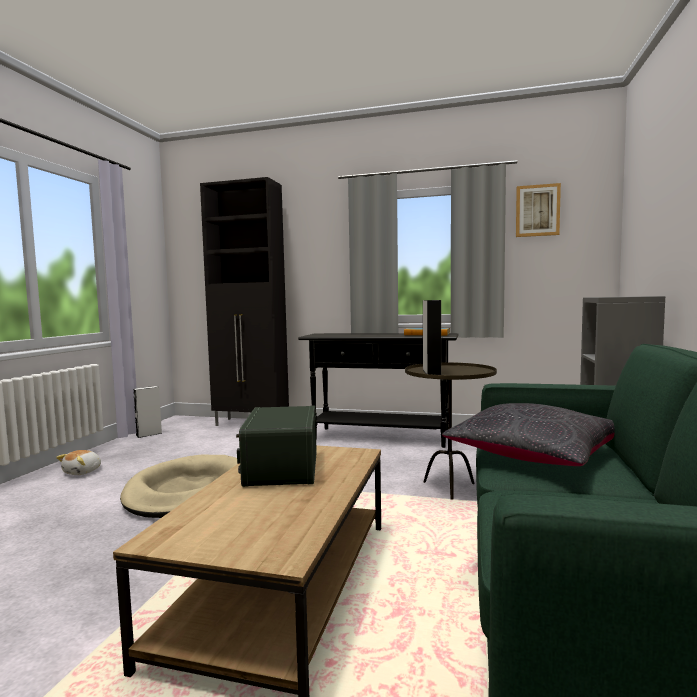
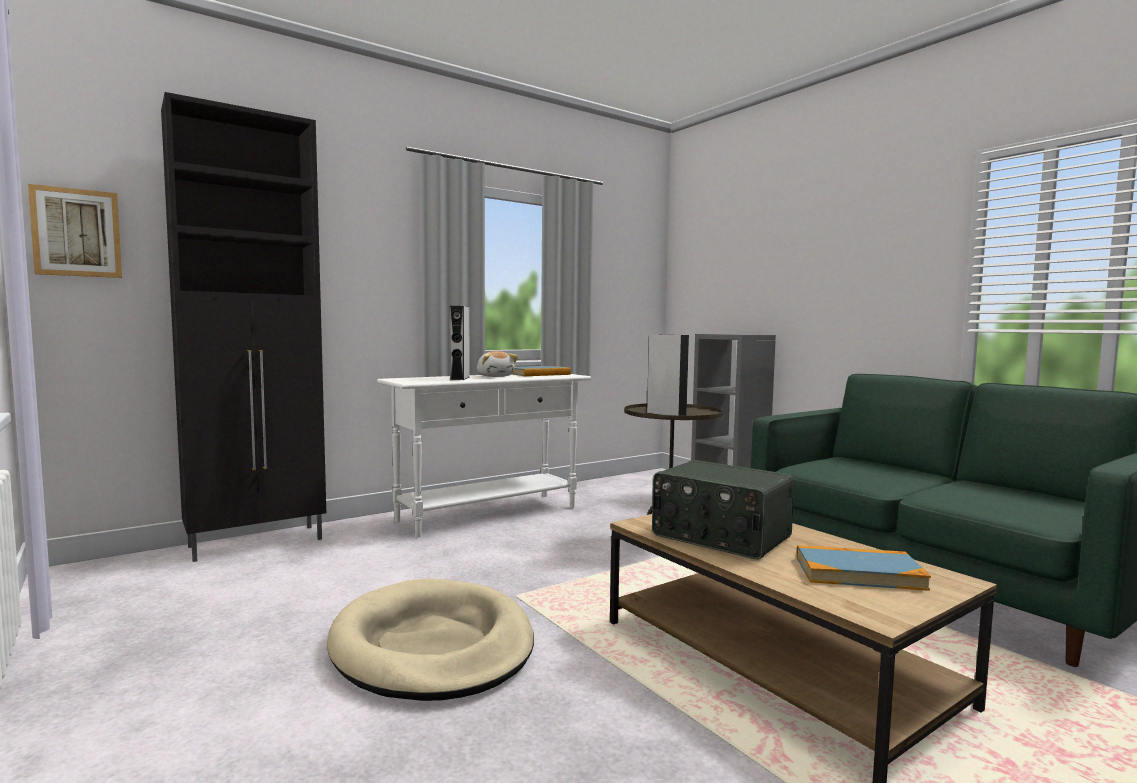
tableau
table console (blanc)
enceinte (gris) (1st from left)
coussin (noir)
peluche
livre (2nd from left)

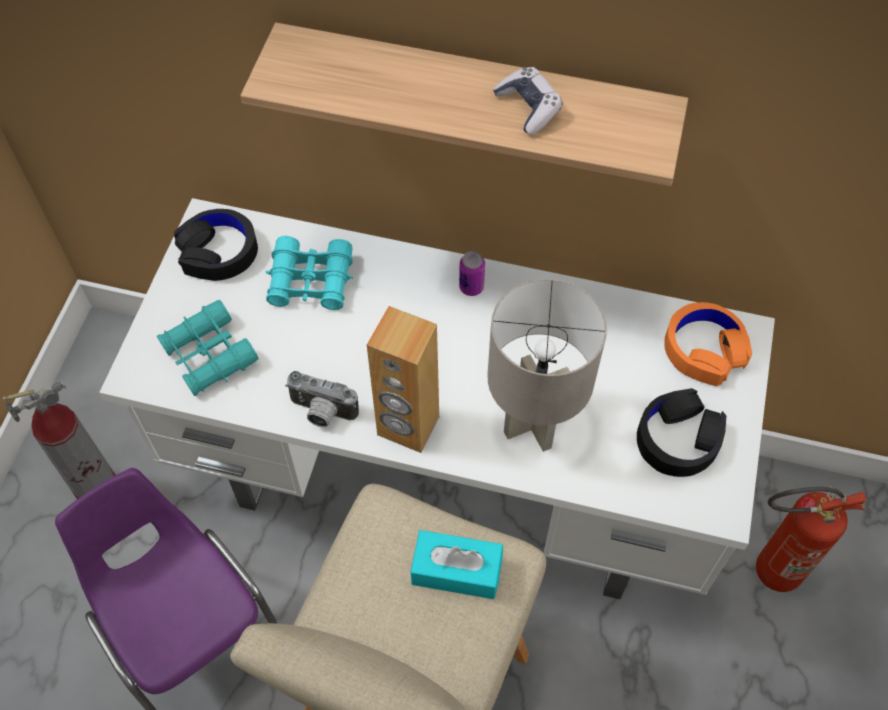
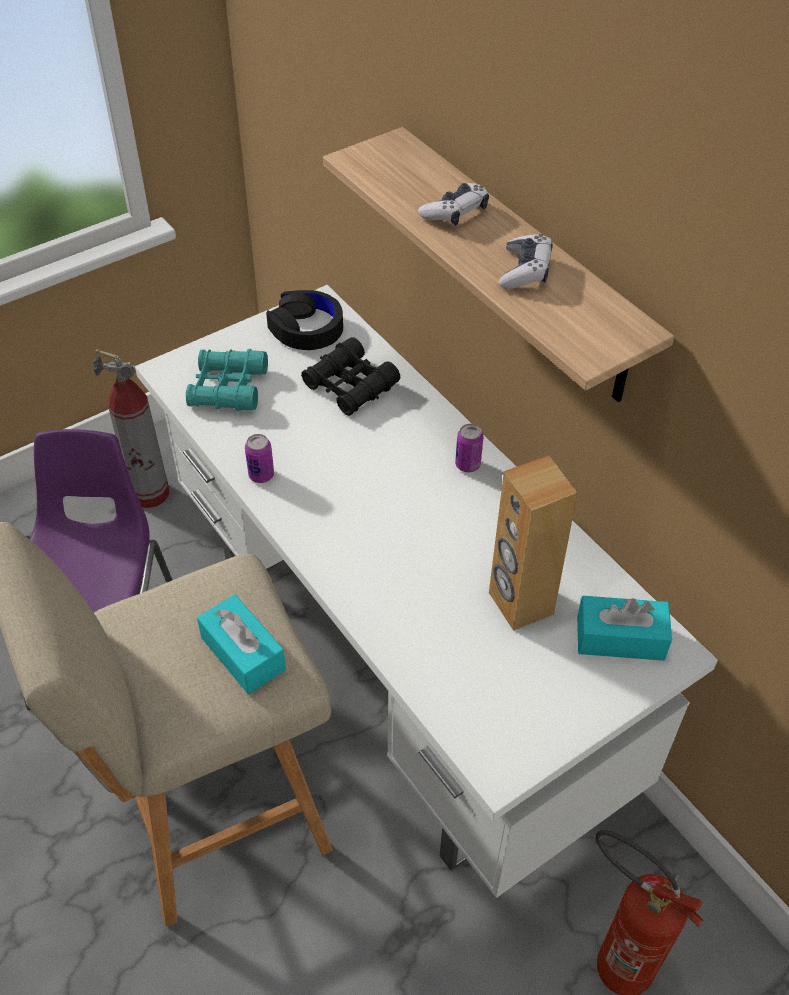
jumelles (noir)
lampe de table (gris)
boîte à mouchoirs (turquoise) (2nd from left)
enceinte (marron)
boîte métallique (1st from left)
casque audio (noir) (2nd from left in the first image)
manette (1st from left)

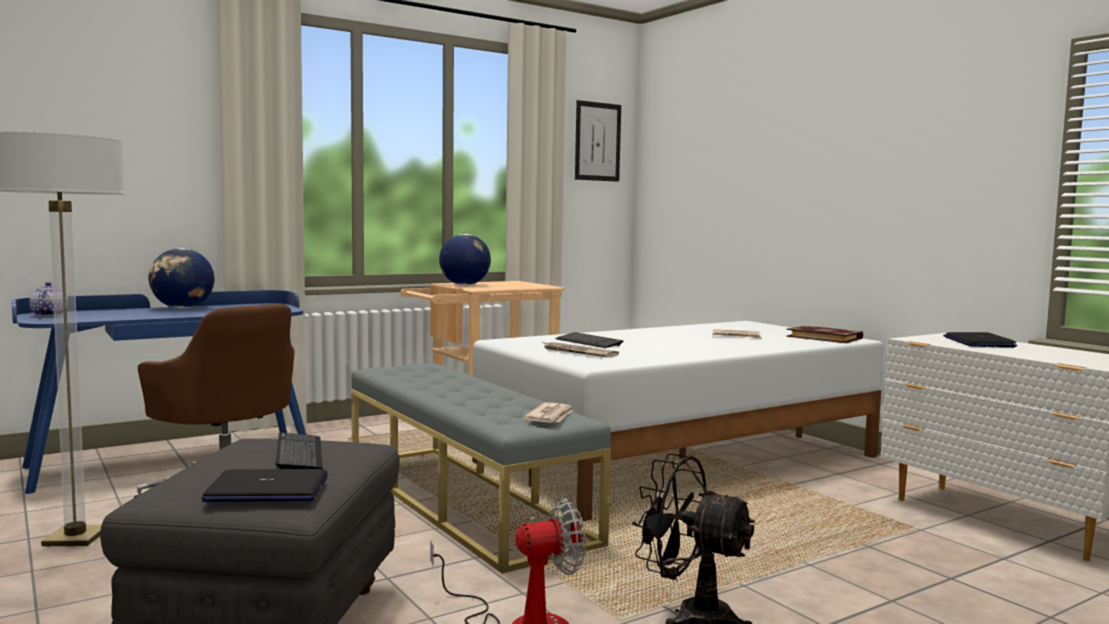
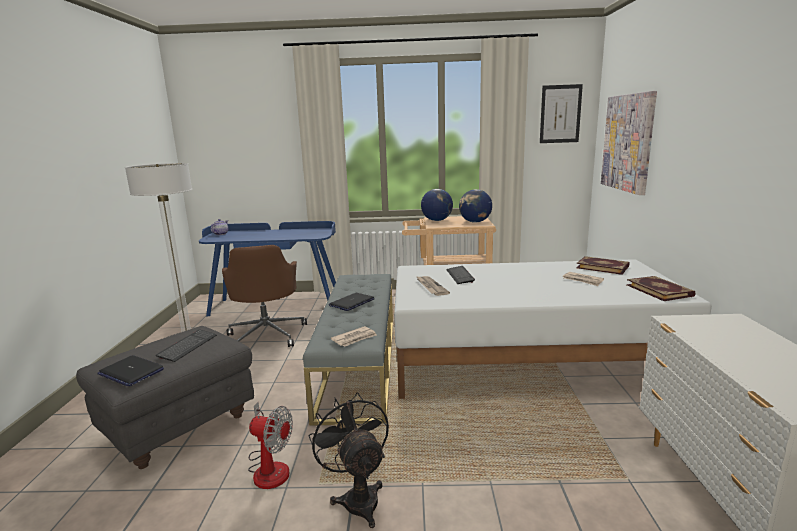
globe (2nd from left)
ordinateur portable (2nd from left)
tableau (2nd from left)
livre (1st from left)

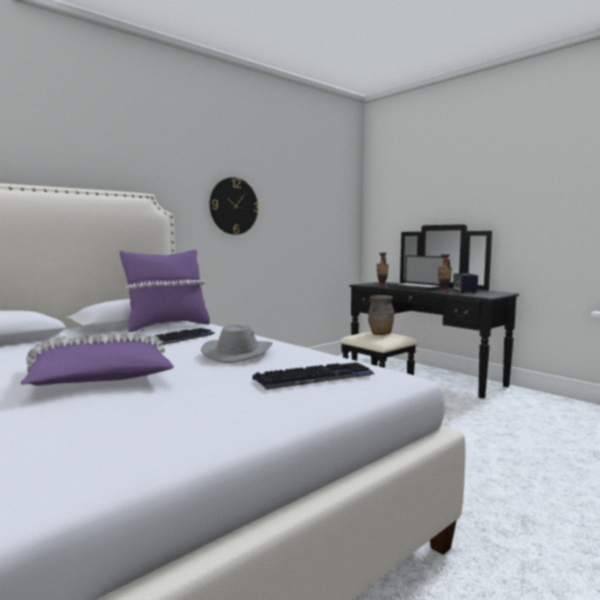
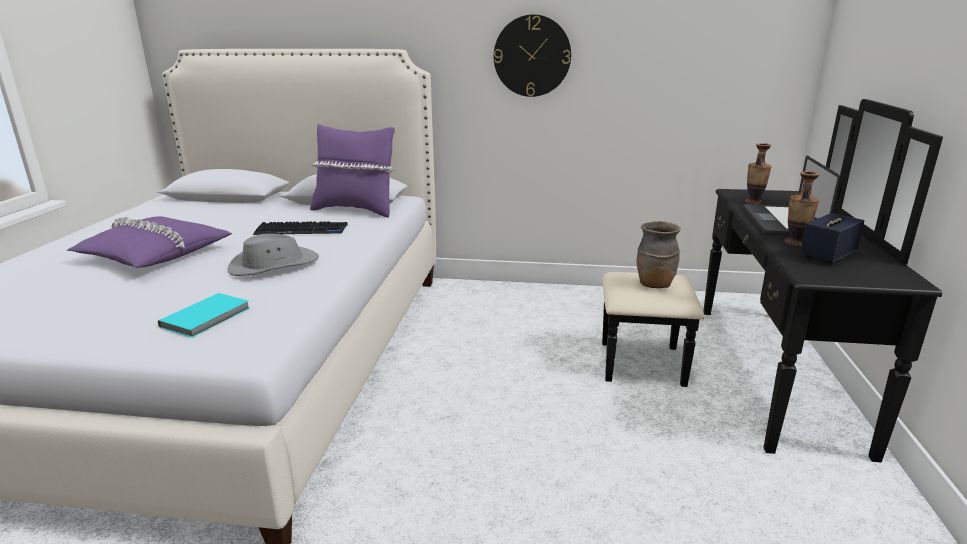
livre (turquoise)

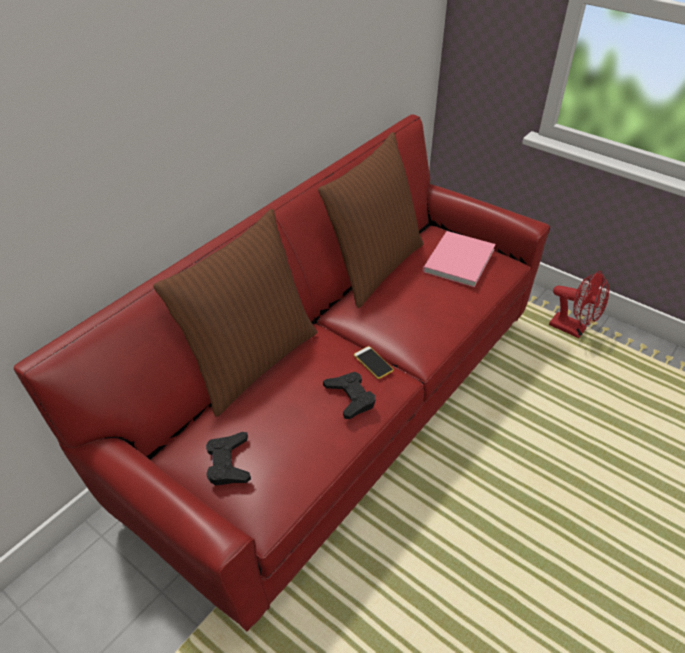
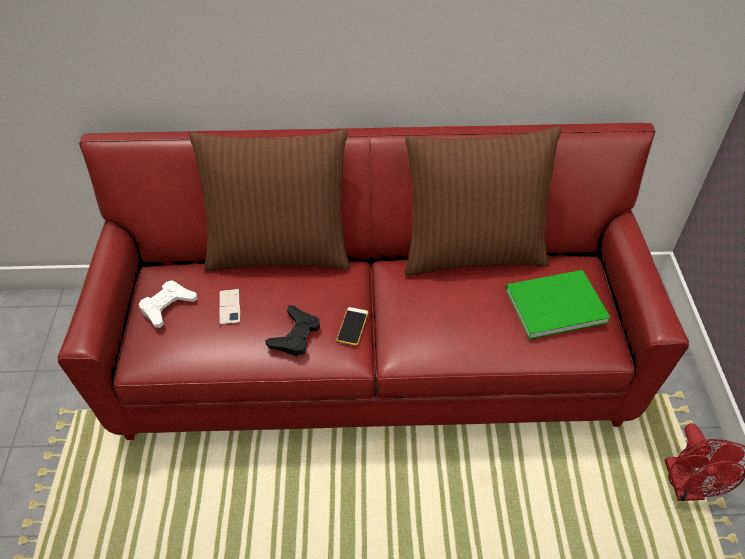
livre (vert)
manette (blanc)
téléphone (1st from left)

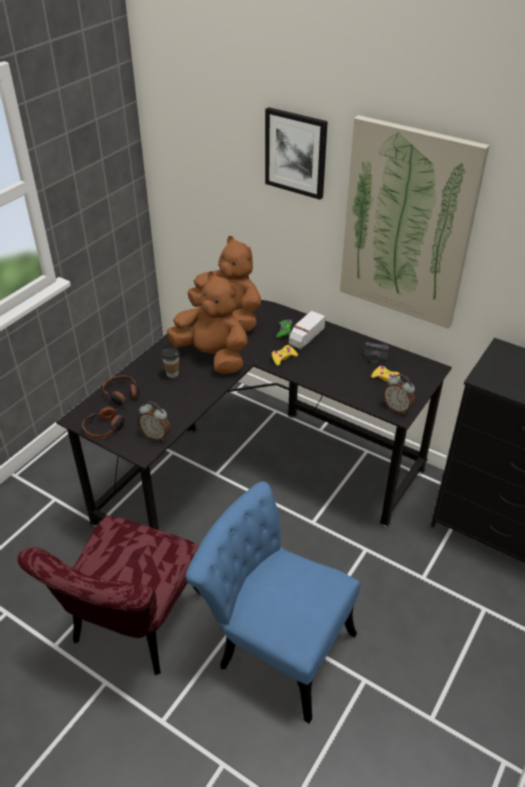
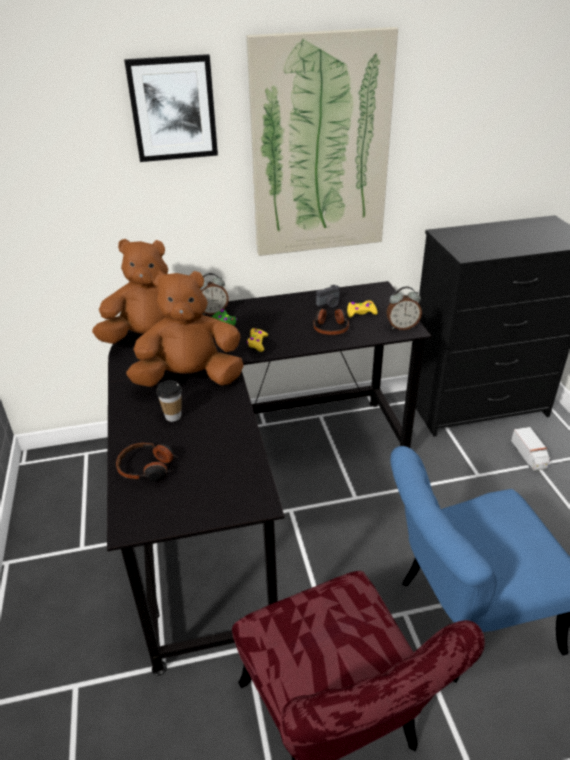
camion jouet
réveil (1st from left)
casque audio (2nd from left)

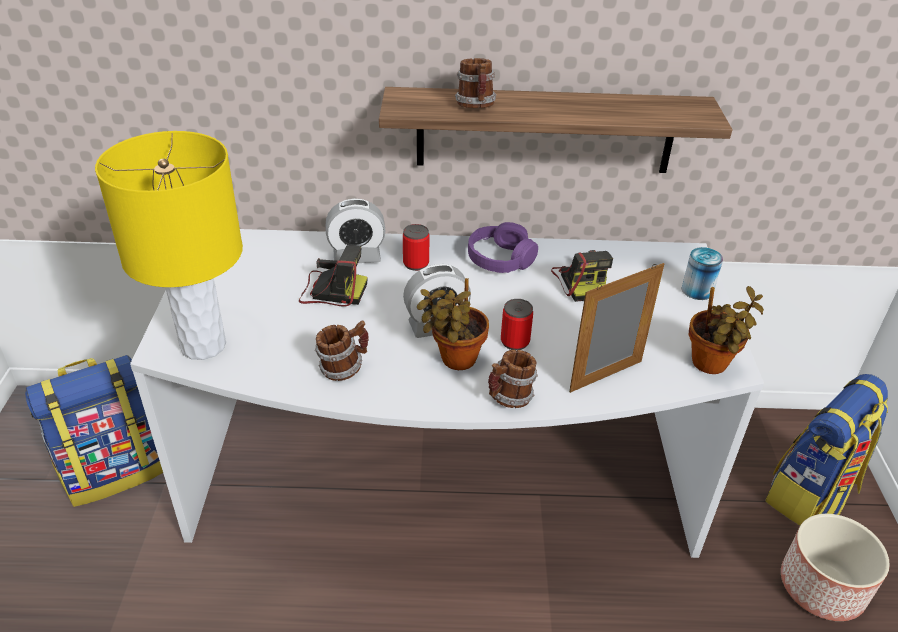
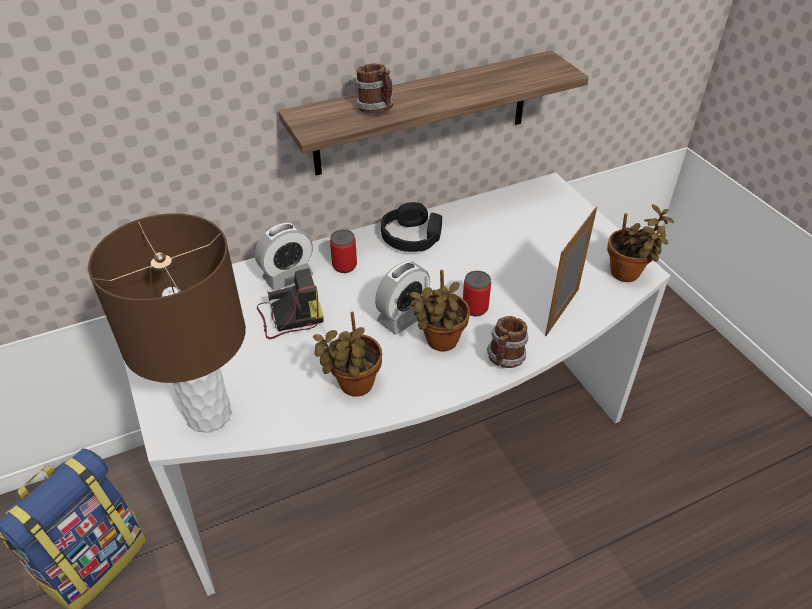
lampe de table (marron)
casque audio (noir)
boîte métallique (3rd from left in the first image)
appareil photo (2nd from left in the first image)
plante en pot (1st from left)
sac à dos (2nd from left in the first image)
cache-pot

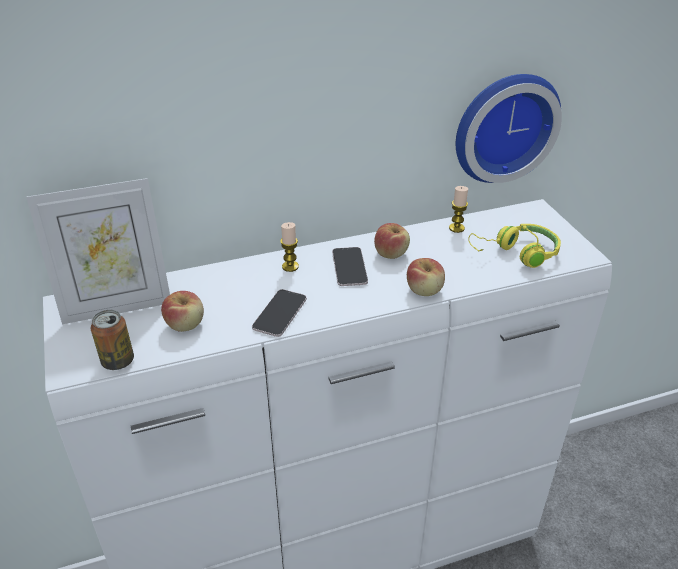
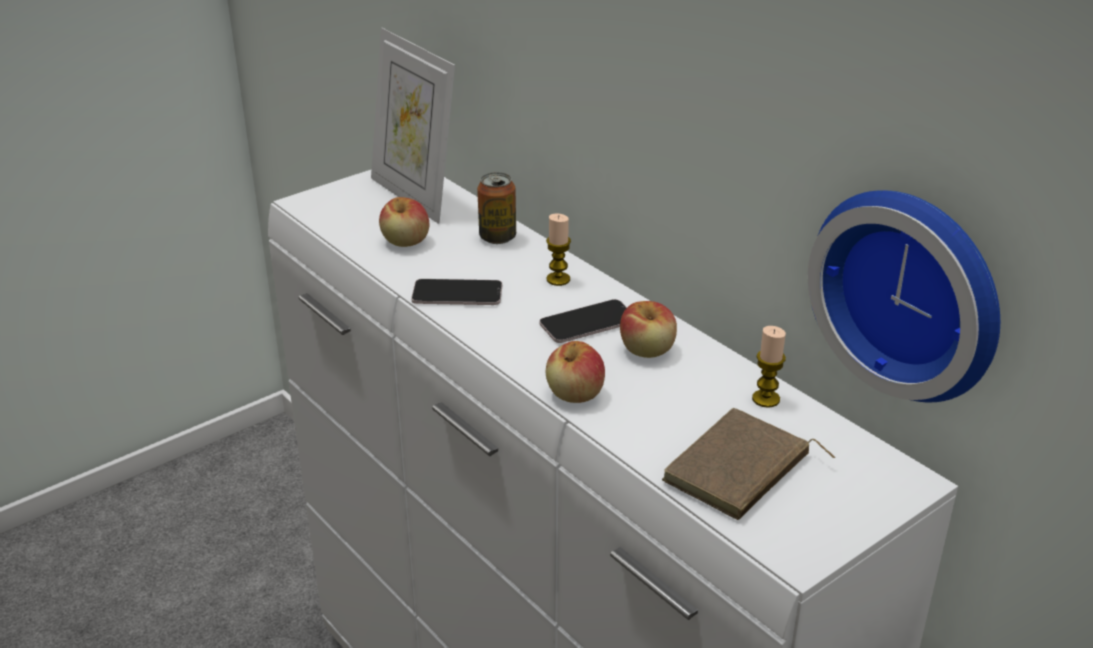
livre (marron)
boîte métallique

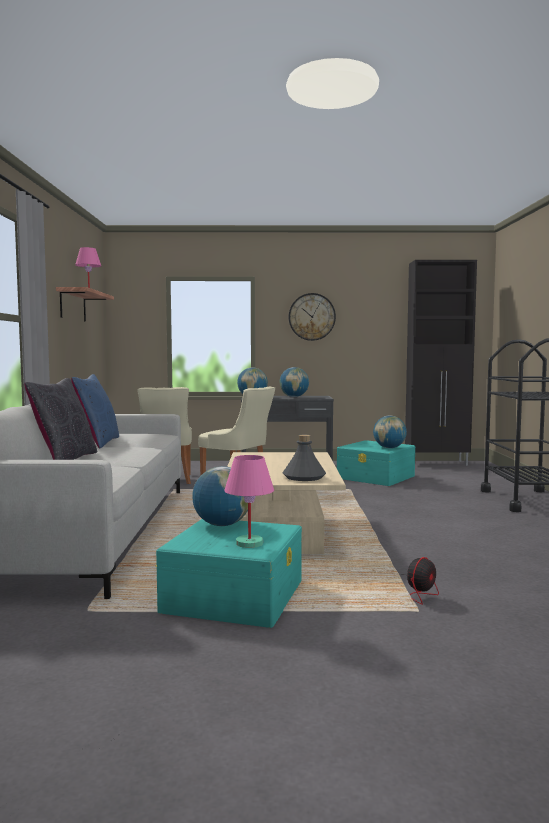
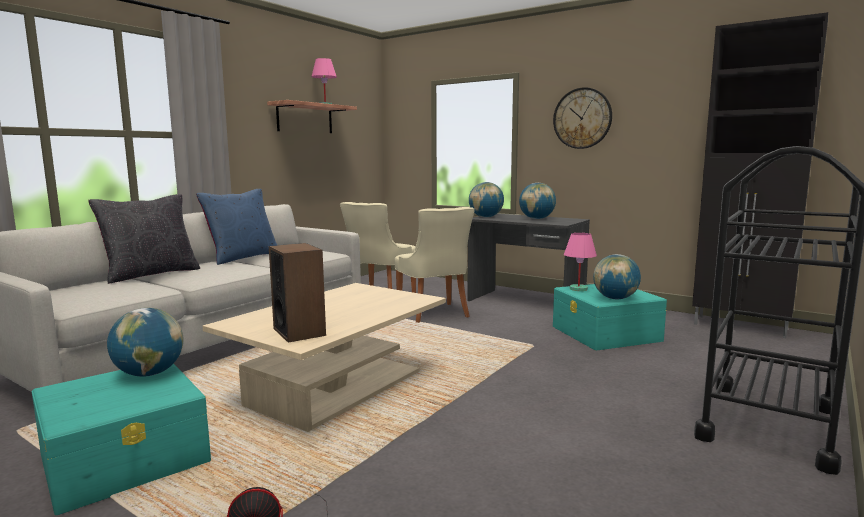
enceinte
lampe de table (rose) (2nd from left)

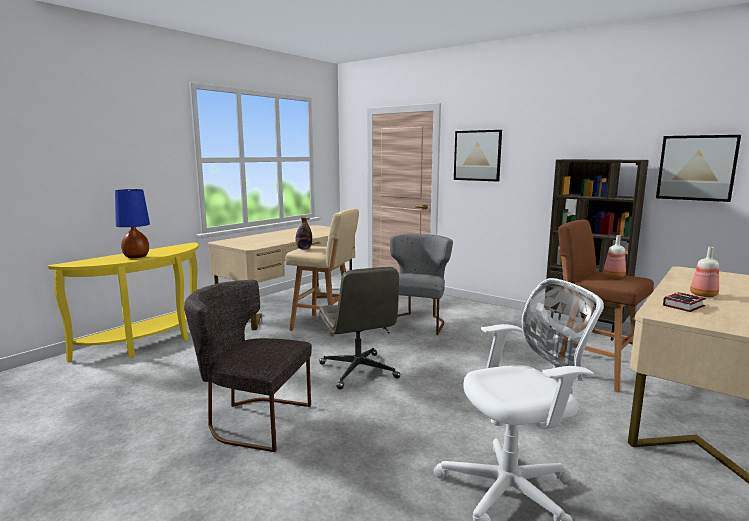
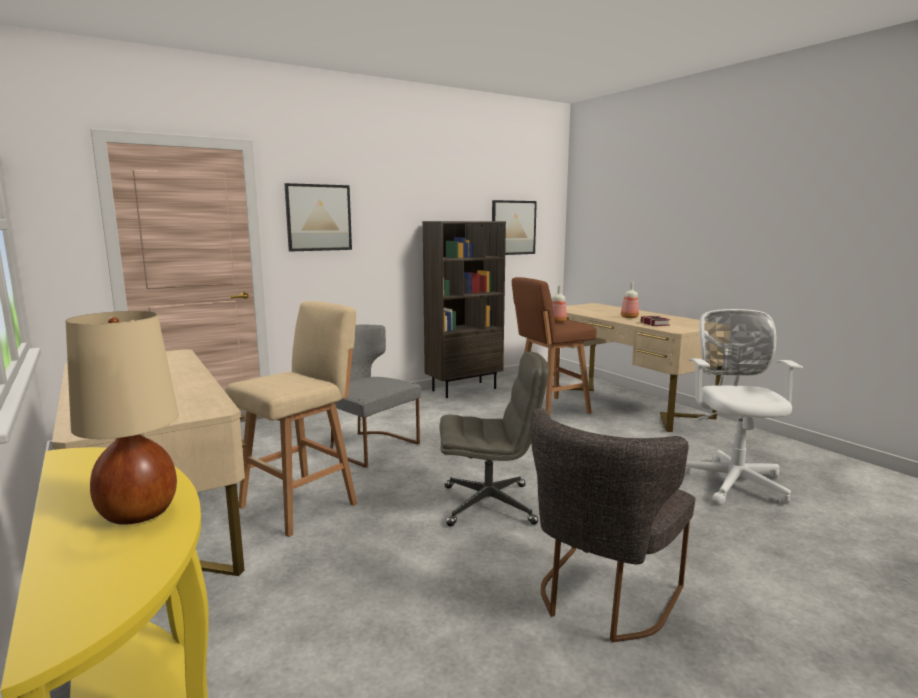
lampe de table (beige)
bouteille (1st from left in the first image)

